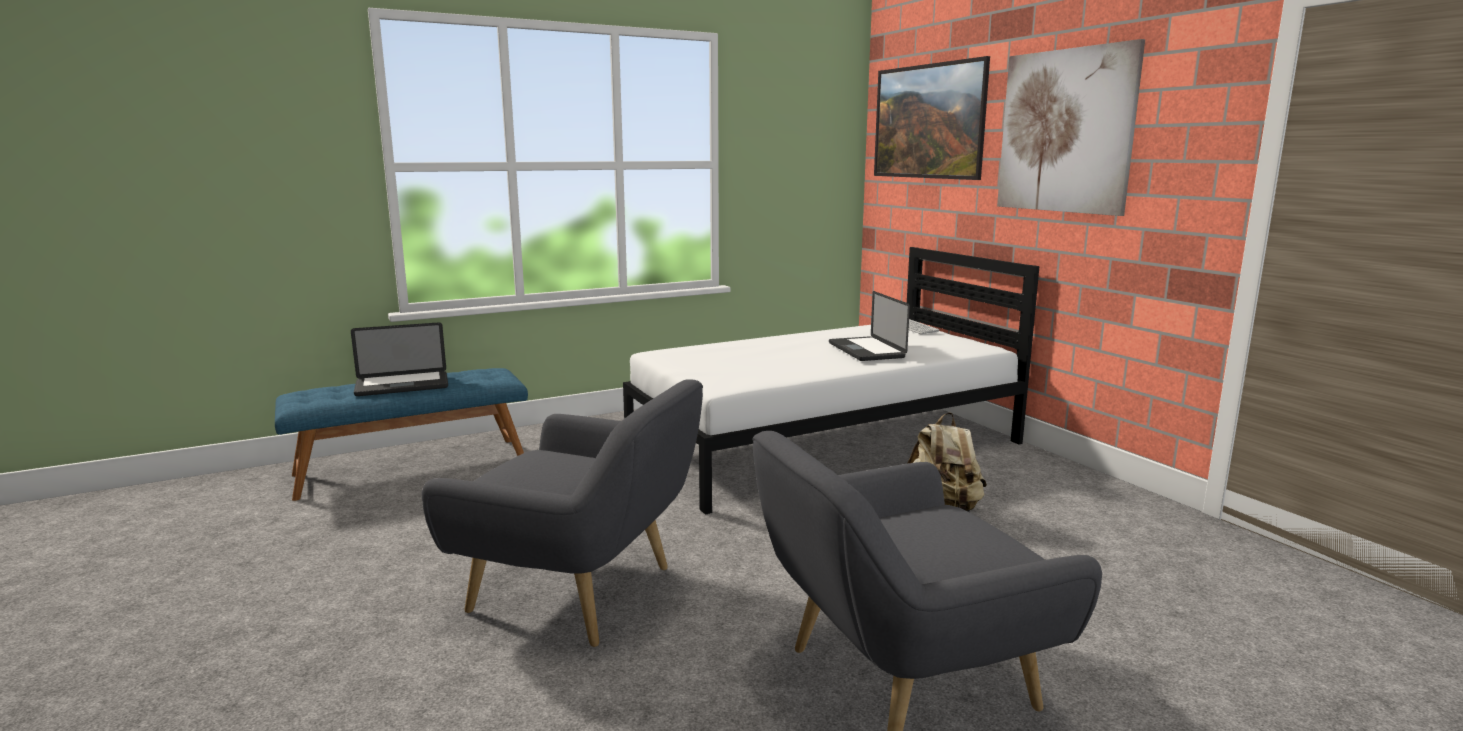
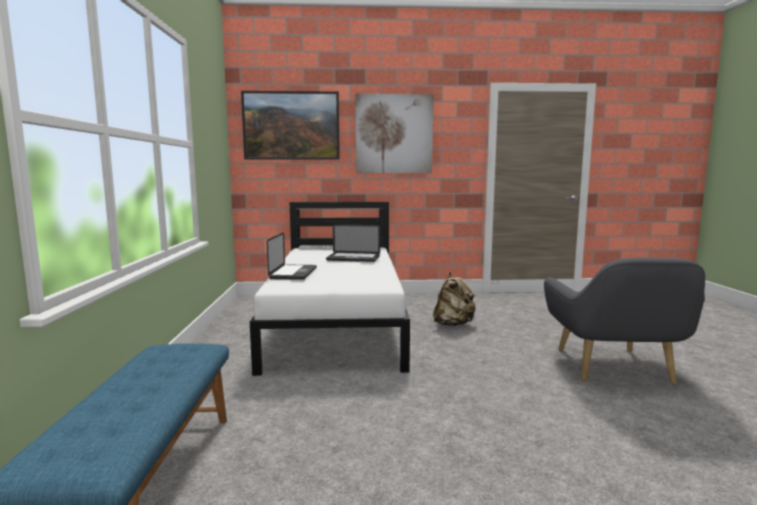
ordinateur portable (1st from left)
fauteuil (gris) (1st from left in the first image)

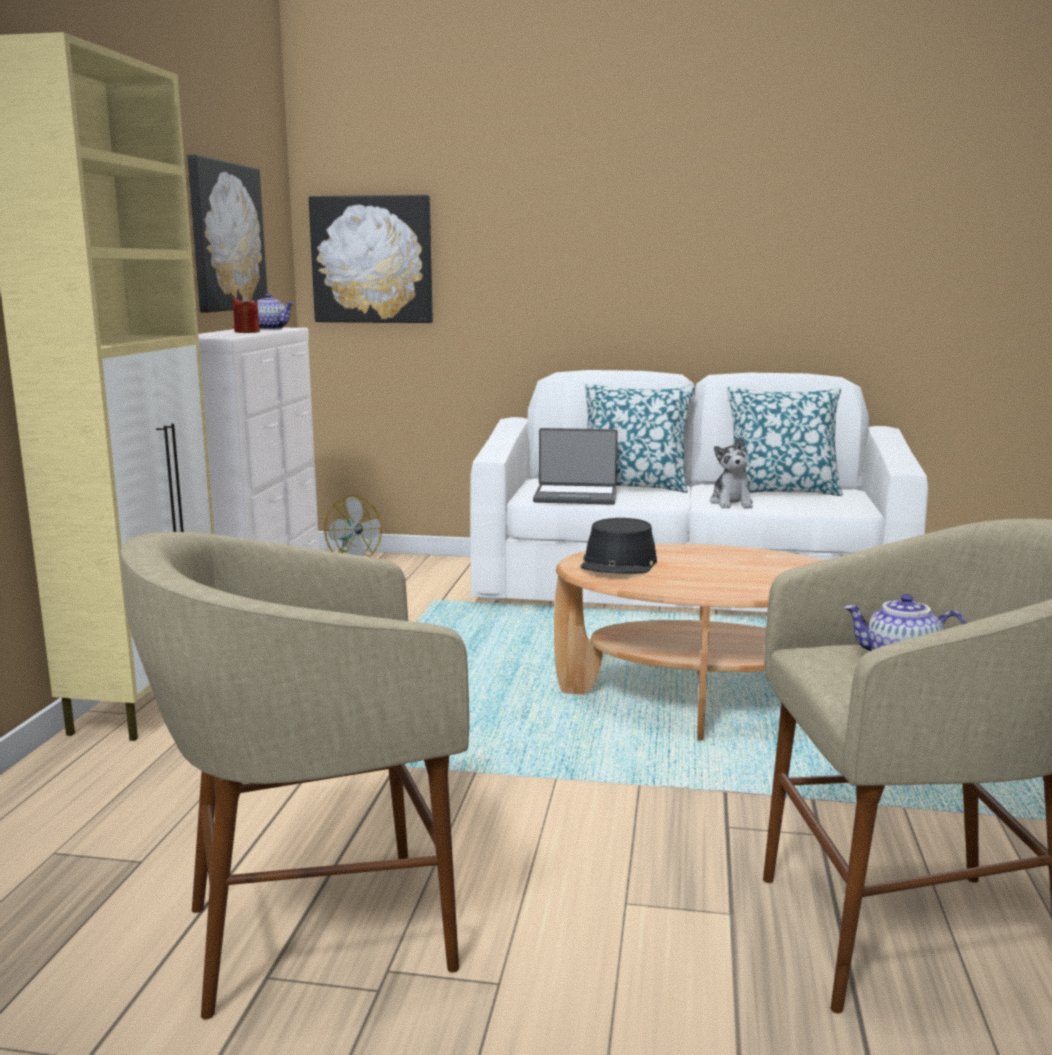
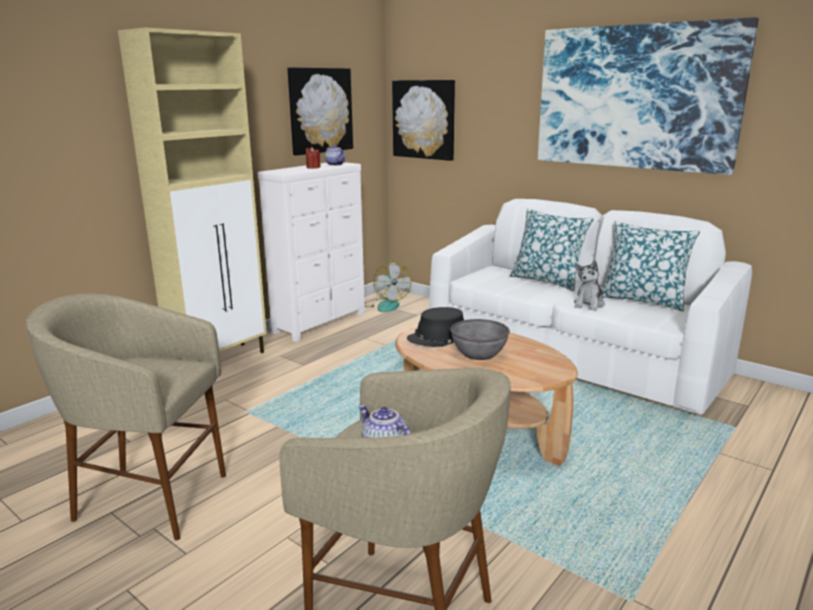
ordinateur portable
tableau (3rd from left)
bol (gris)

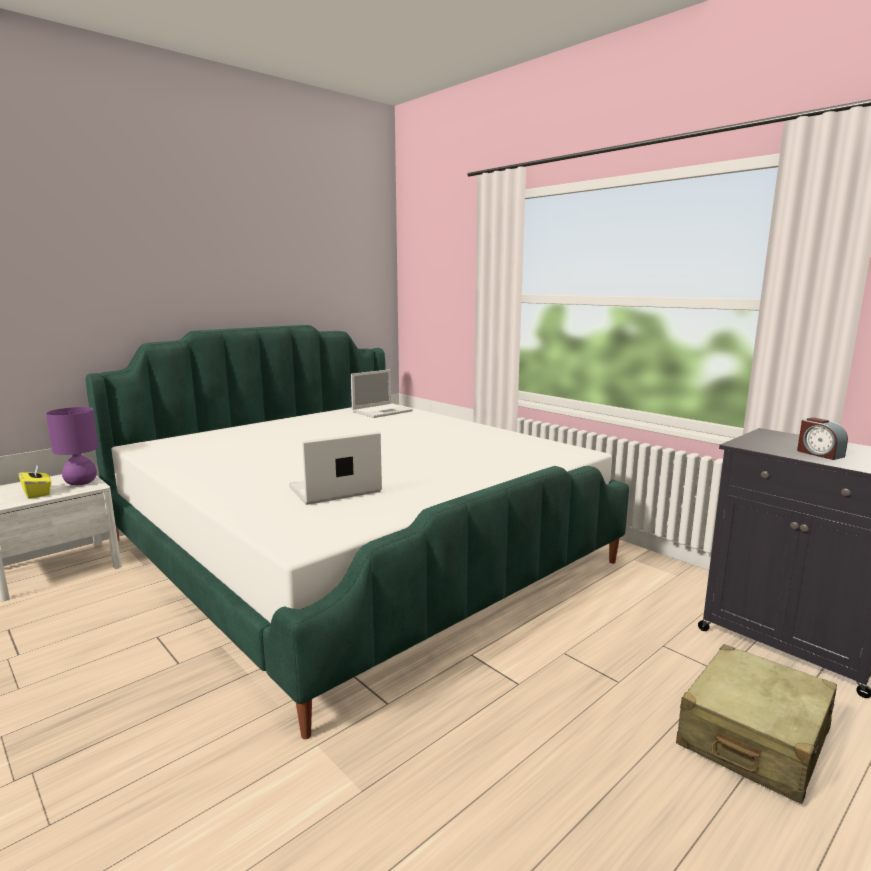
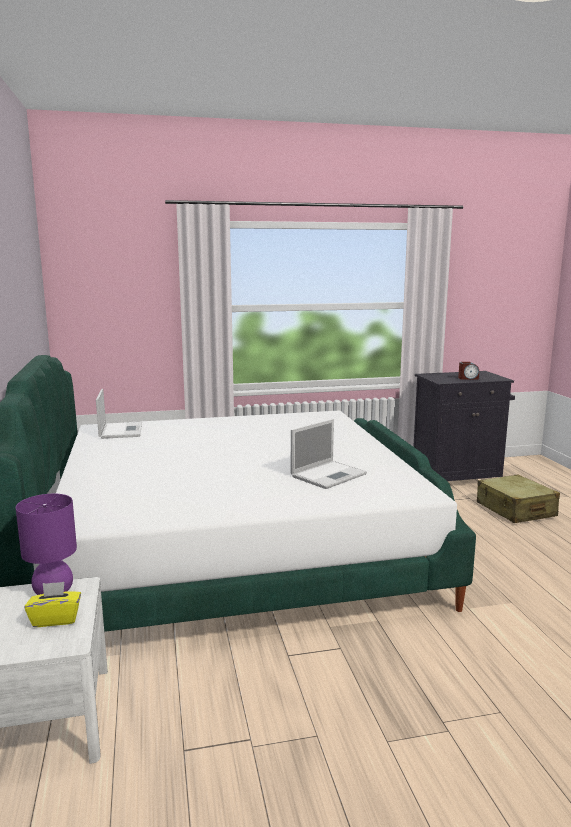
ordinateur portable (2nd from left)

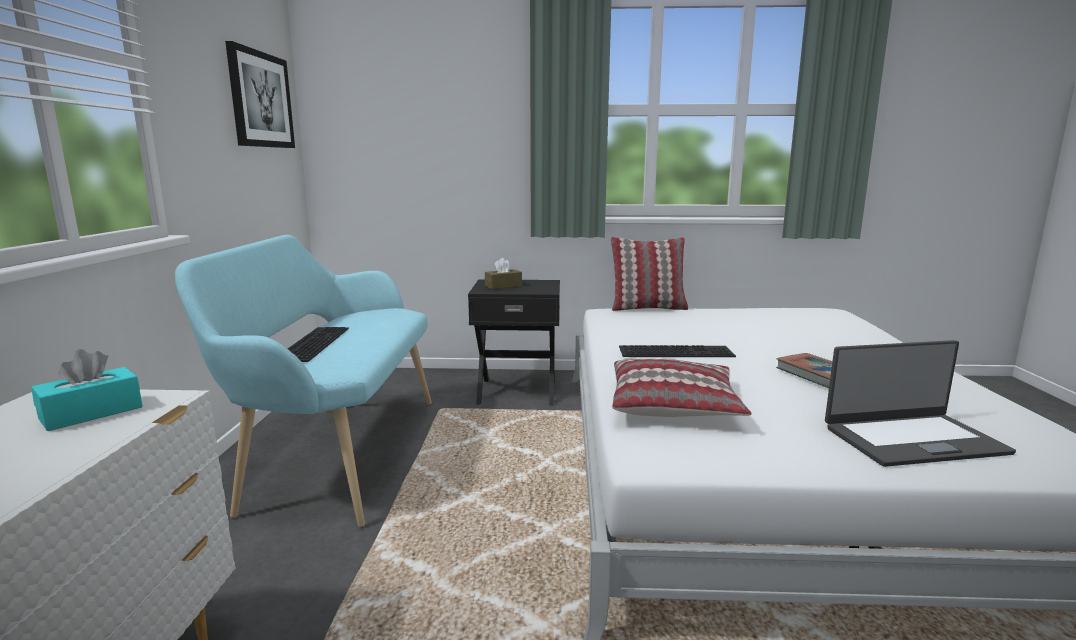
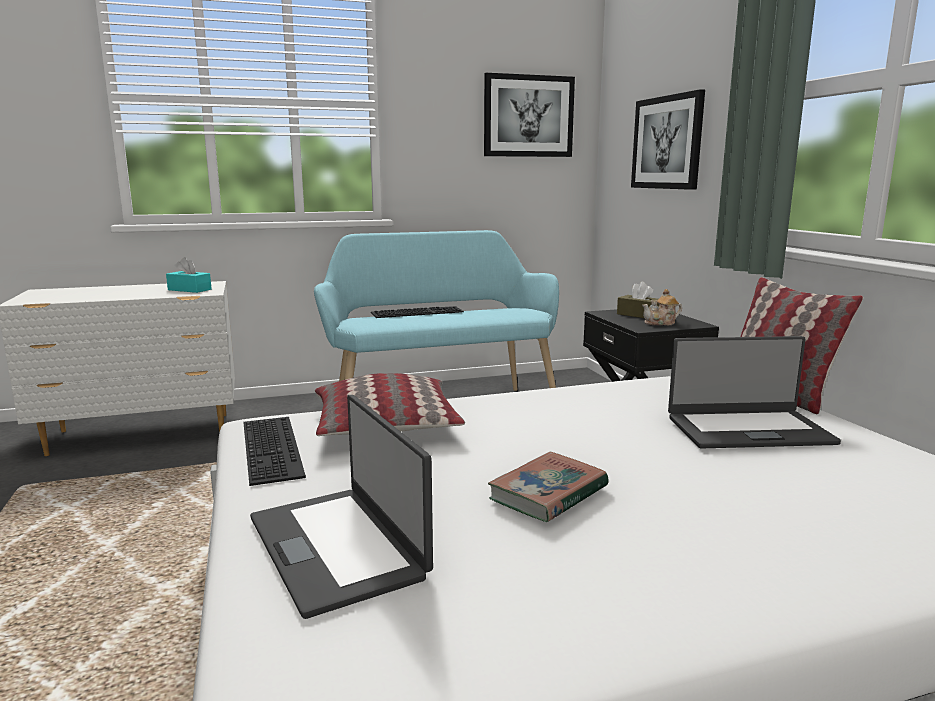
clavier (1st from left)
tableau (2nd from left)
théière
ordinateur portable (2nd from left)

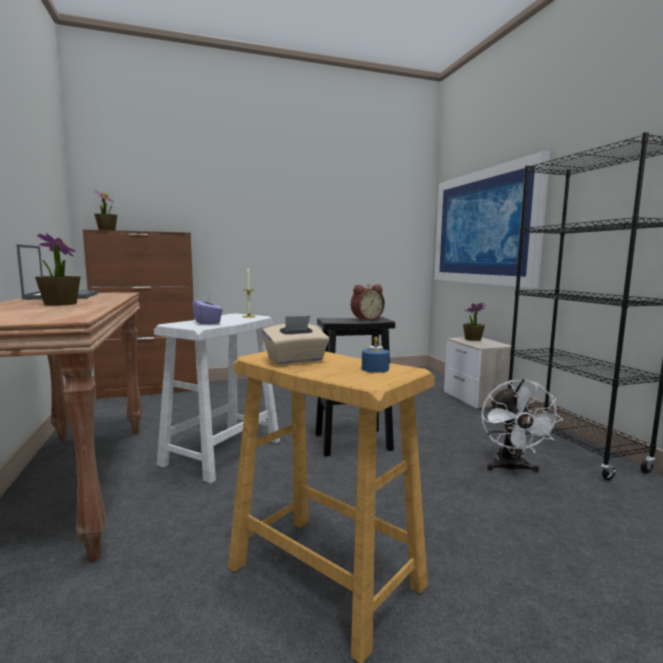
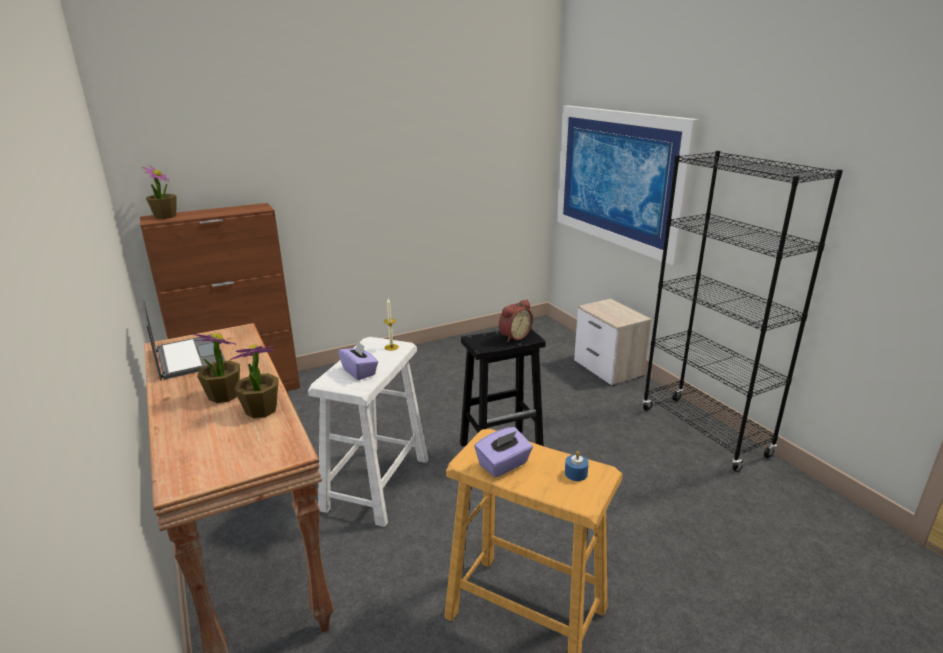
plante en pot (3rd from left)
boîte à mouchoirs (violet) (2nd from left)
ventilateur (blanc)

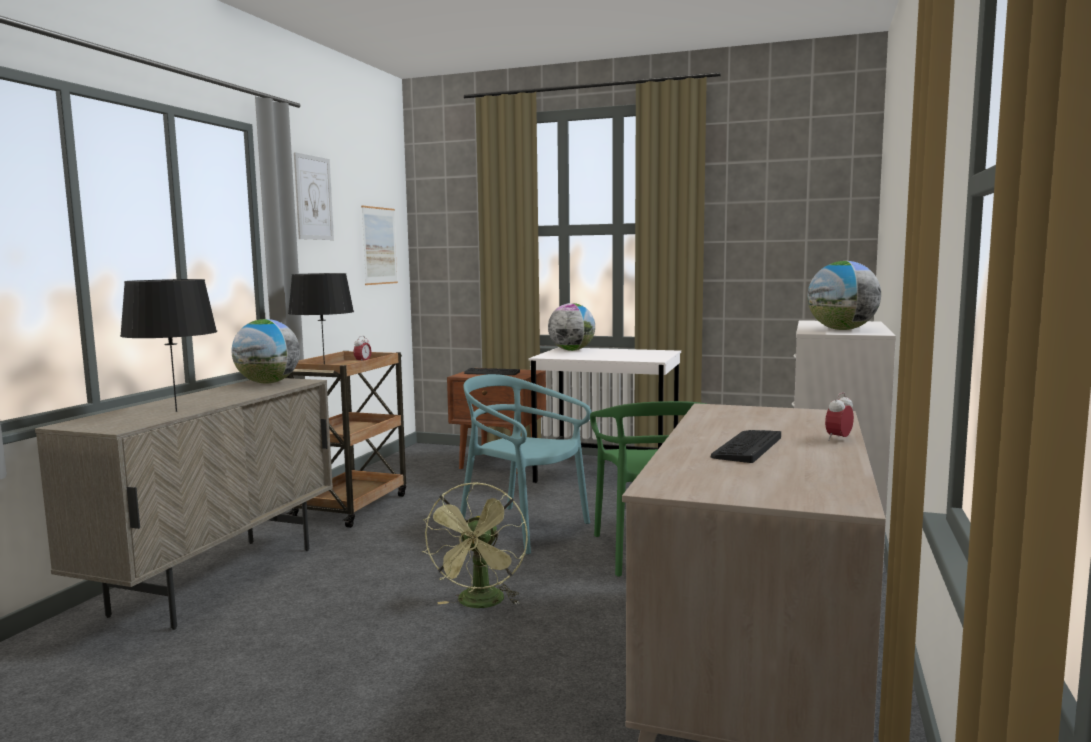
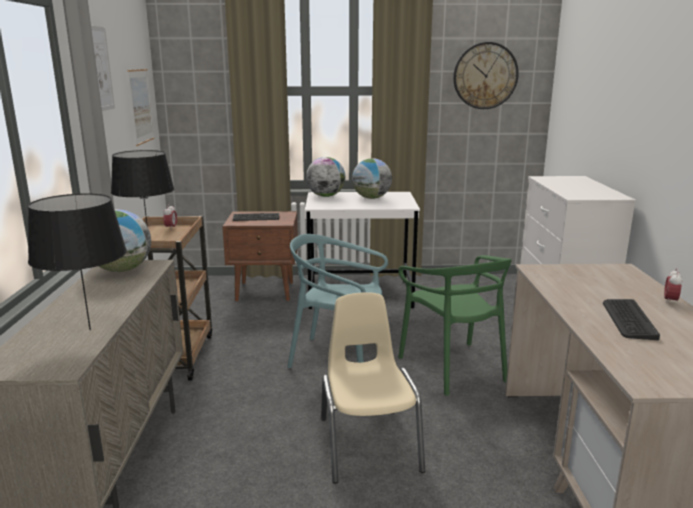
globe (3rd from left)
chaise (beige)
horloge murale

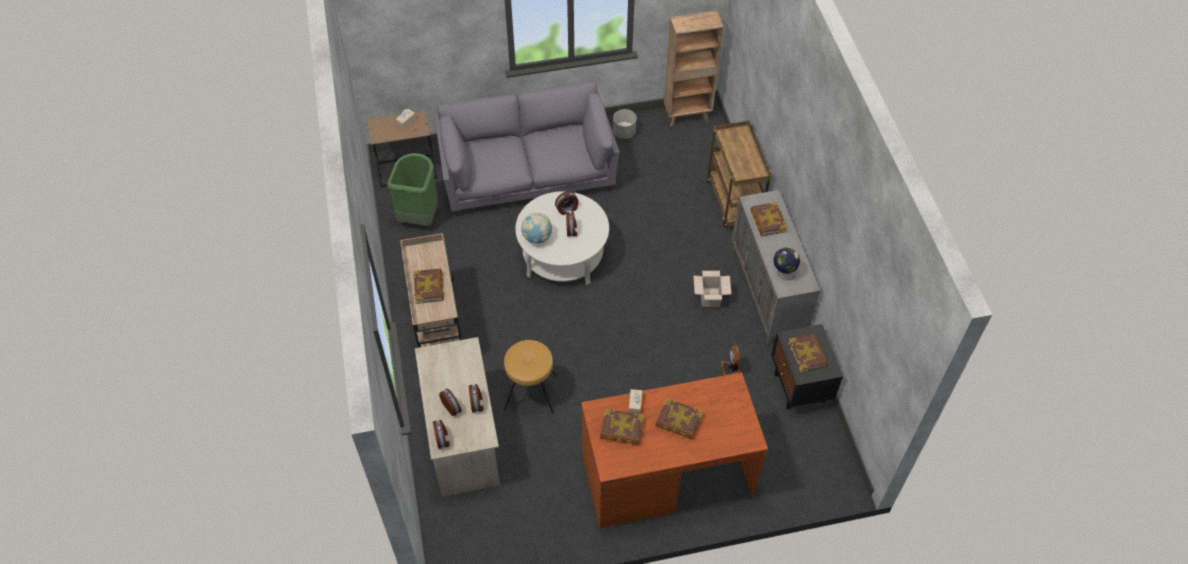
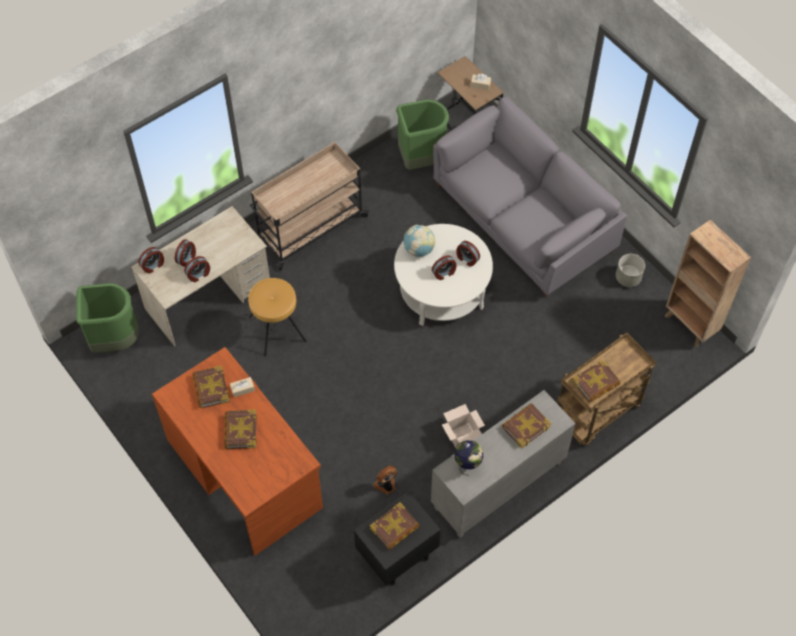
livre (5th from left)
poubelle (vert) (1st from left)

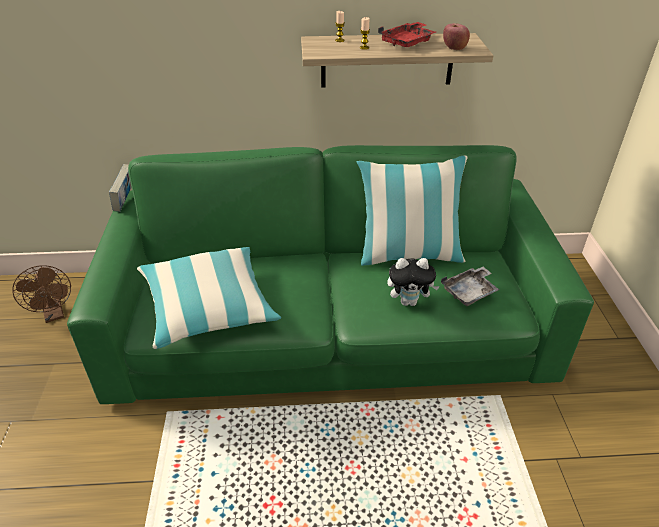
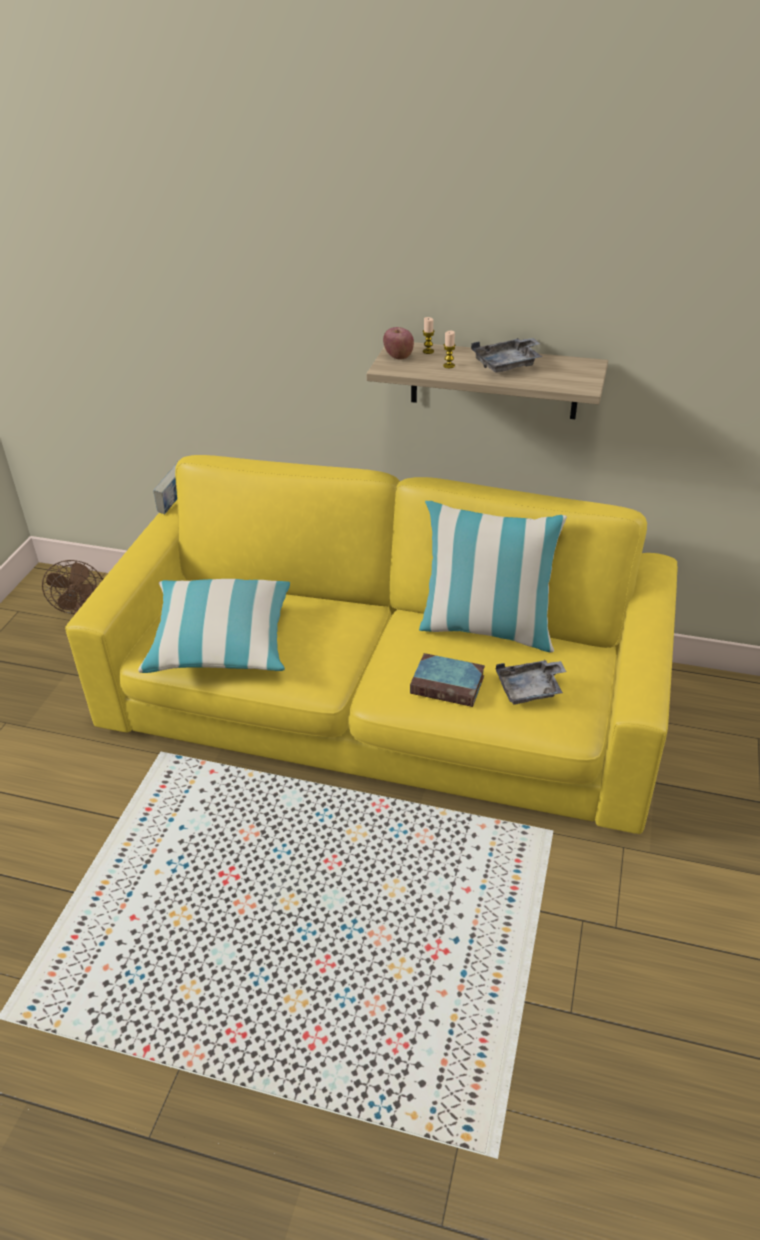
plateau (gris) (1st from left)
pomme
canapé (jaune)
livre (2nd from left)

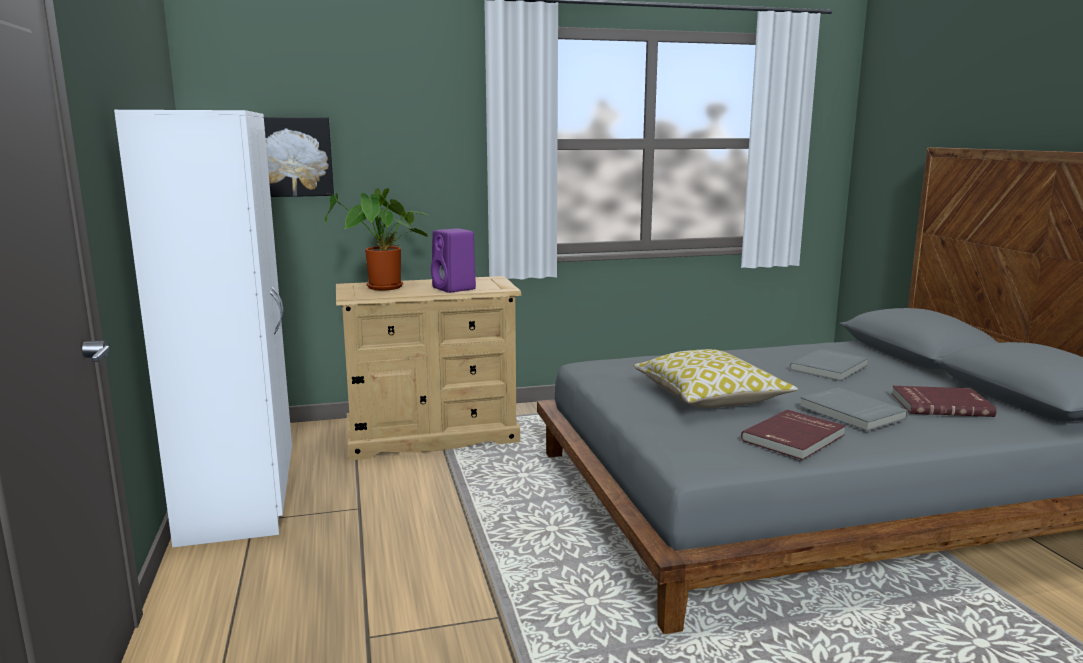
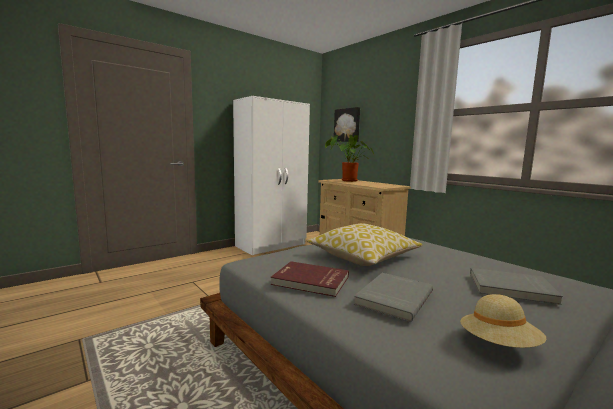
enceinte (violet)
chapeau (beige)

